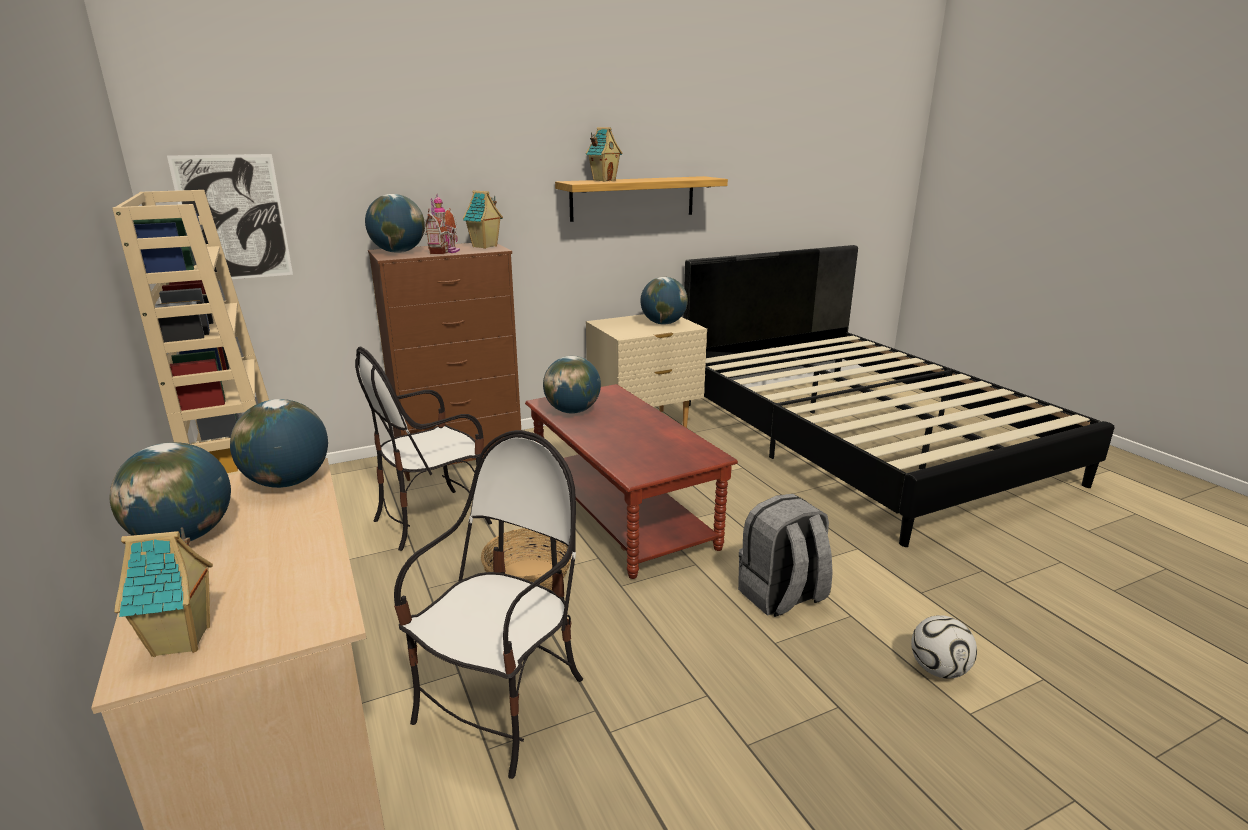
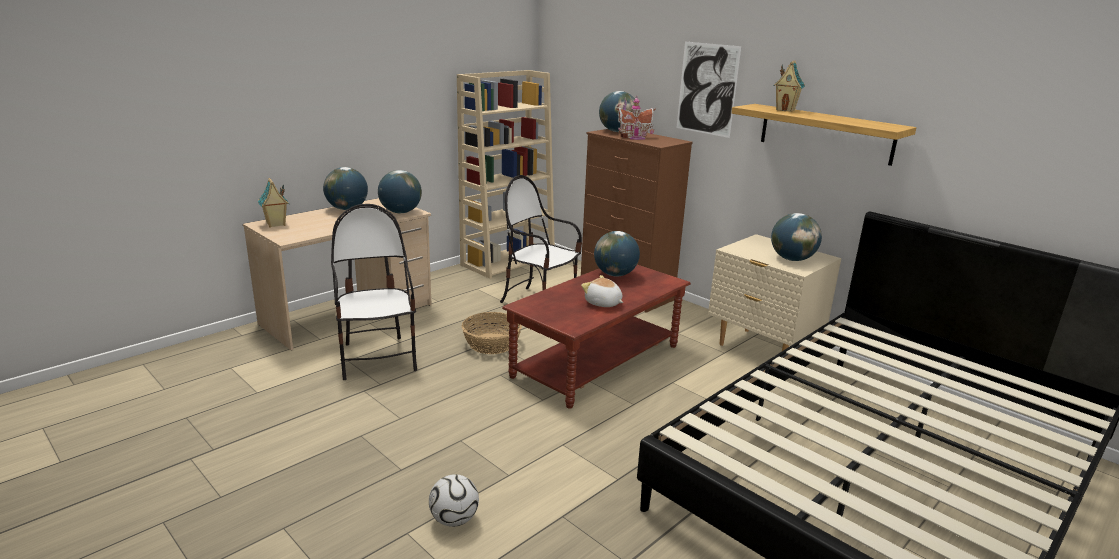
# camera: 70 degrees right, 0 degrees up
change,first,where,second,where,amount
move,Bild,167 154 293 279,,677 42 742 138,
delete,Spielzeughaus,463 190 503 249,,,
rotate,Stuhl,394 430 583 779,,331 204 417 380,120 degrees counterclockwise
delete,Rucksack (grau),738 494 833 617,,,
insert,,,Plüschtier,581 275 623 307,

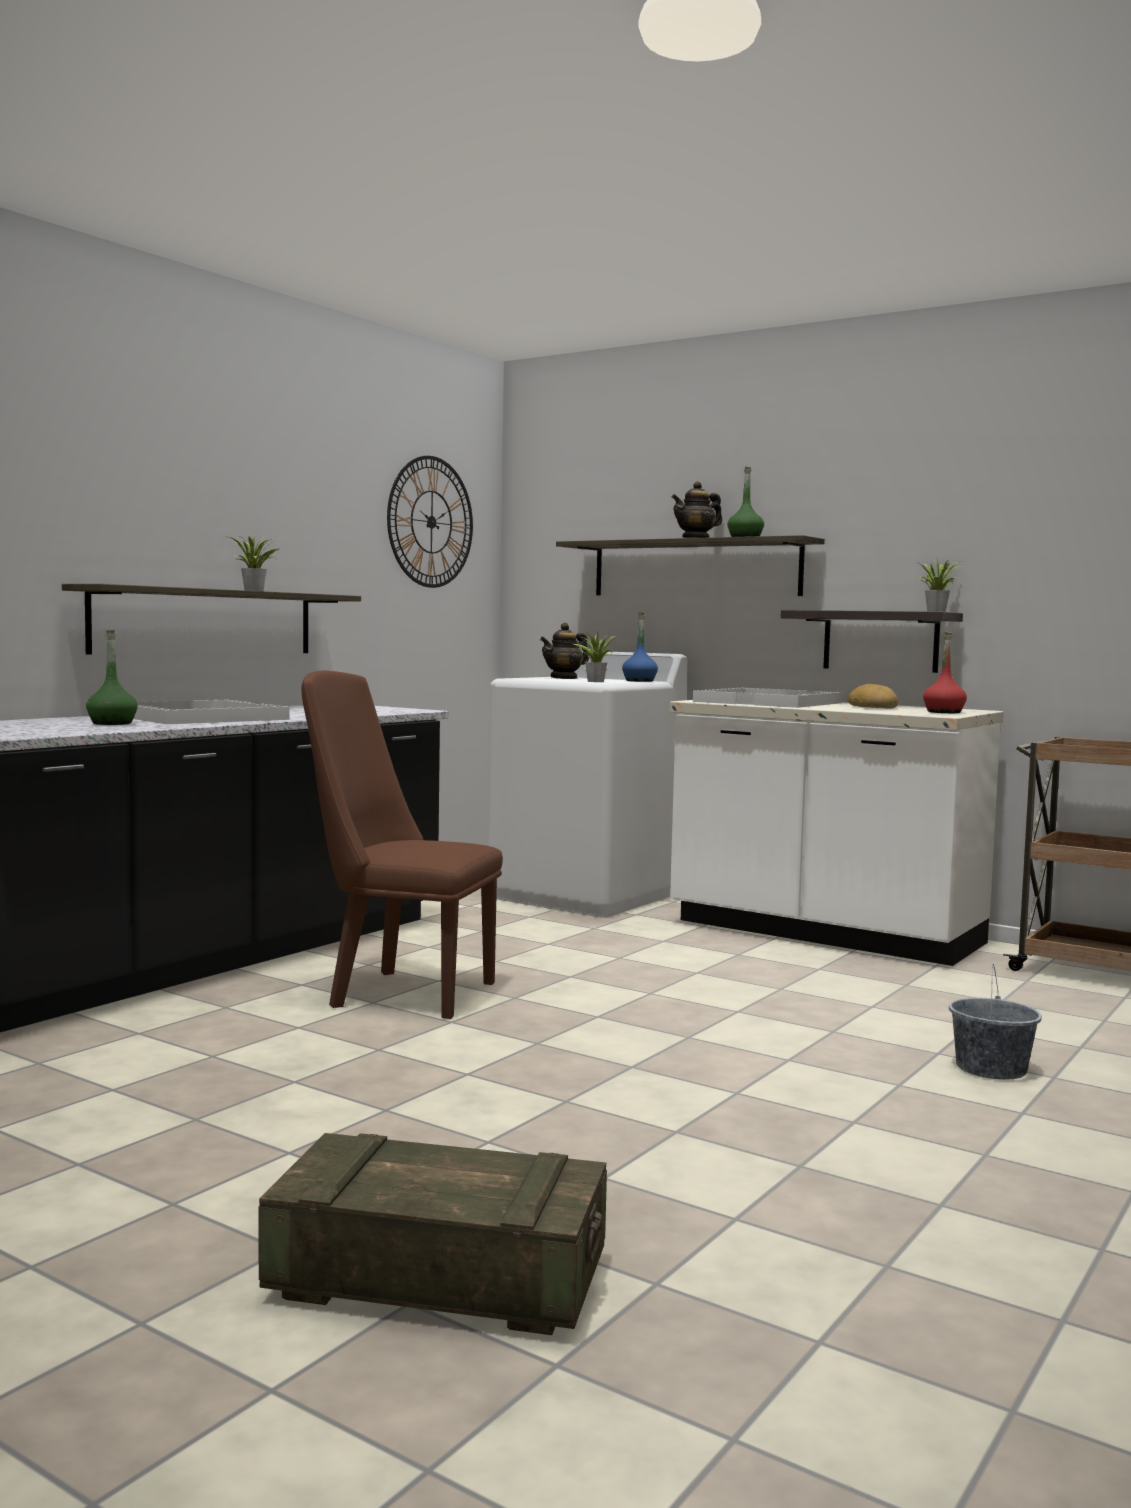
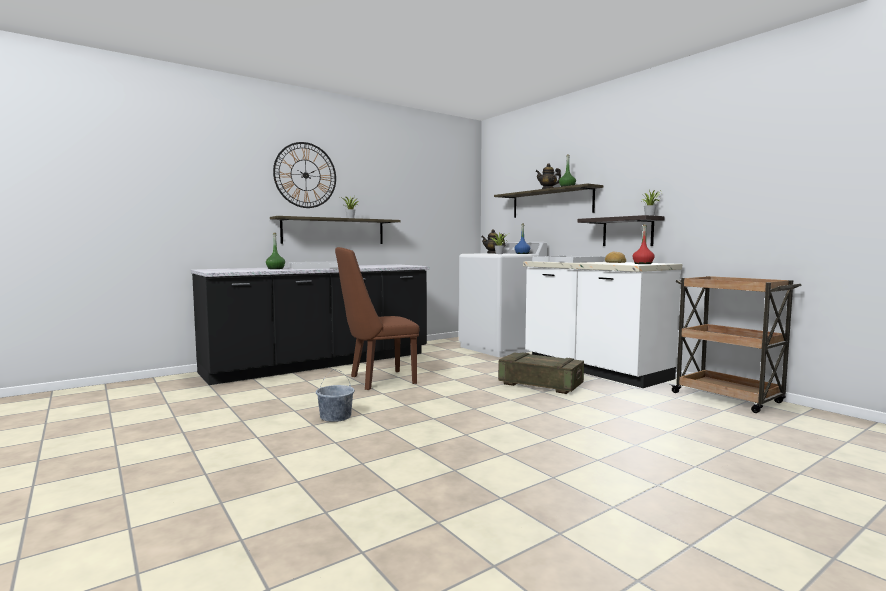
# camera: 20 degrees right, 0 degrees up
change,first,where,second,where,amount
move,Wanduhr,387 456 473 588,,273 142 336 208,
rotate,Stuhl (braun),301 671 503 1019,,335 247 419 390,60 degrees counterclockwise
move,Eimer (grau),949 964 1042 1080,,316 369 355 422,
move,Kiste,258 1133 607 1335,,498 352 584 394,

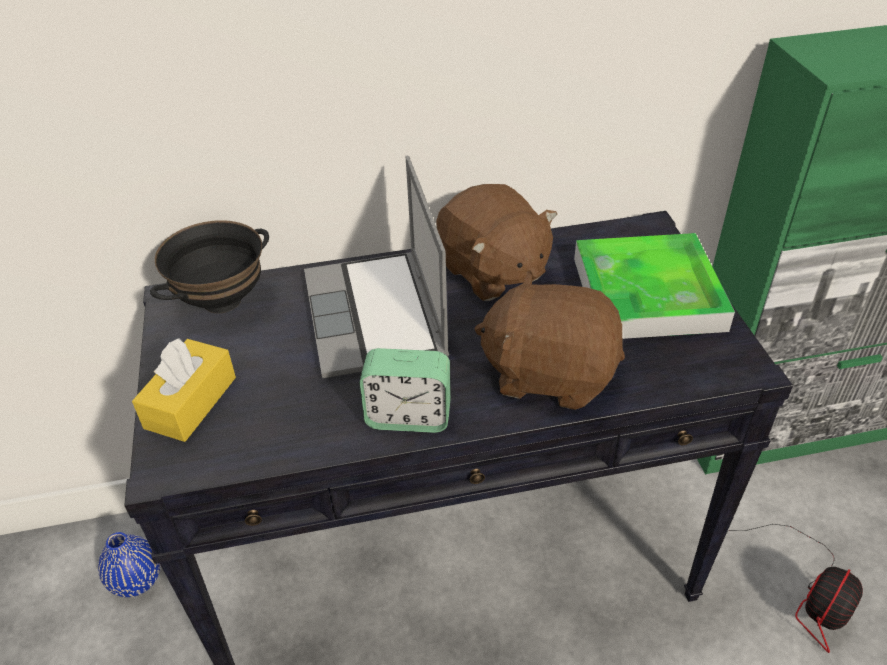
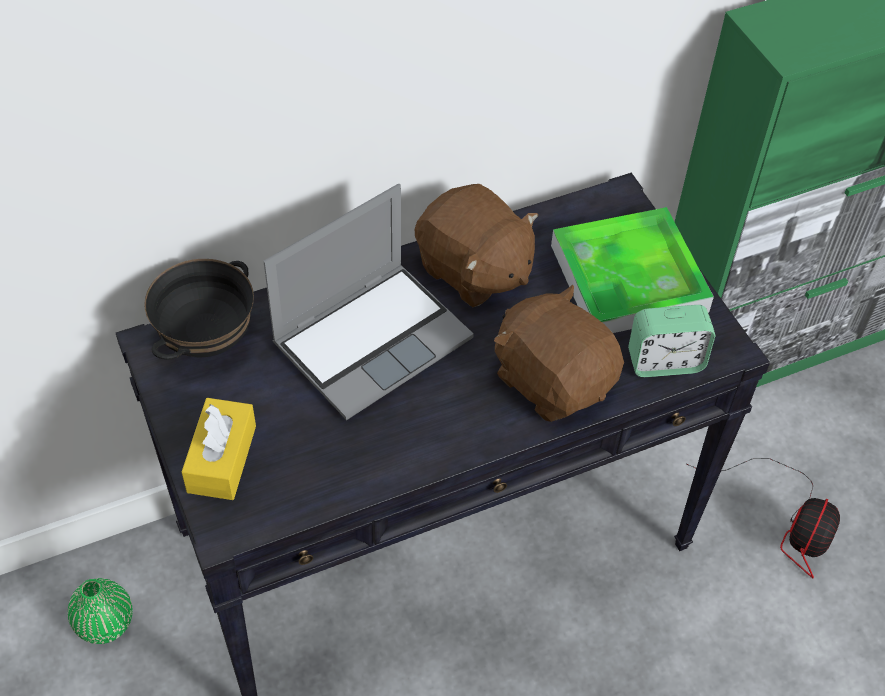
# camera: 15 degrees left, 10 degrees up
change,first,where,second,where,amount
rotate,Laptop,304 156 449 378,,264 184 474 420,105 degrees counterclockwise
rotate,Plüschtier (braun),474 271 625 410,,494 285 624 422,45 degrees clockwise
move,Wecker,360 348 451 433,,628 305 715 377,
recolor,Vase (blau),98 532 160 597,Vase (grün),68 578 133 644,

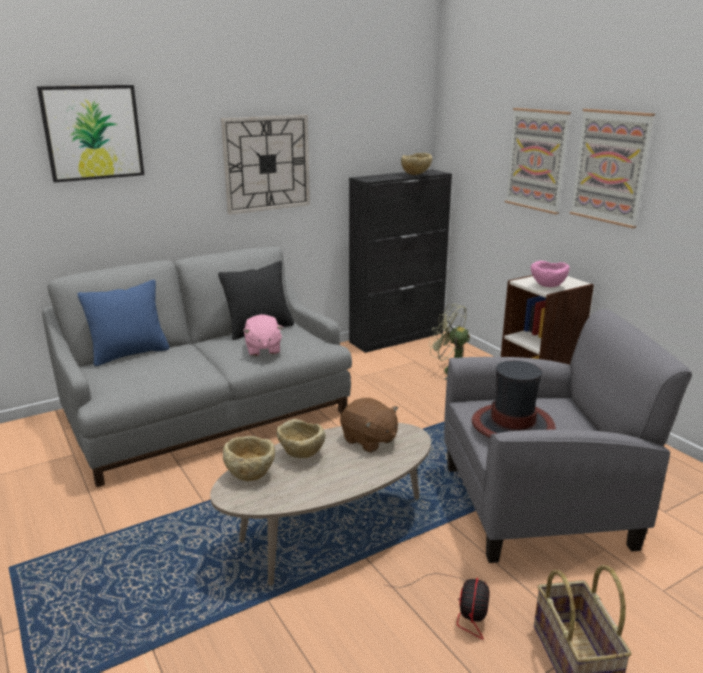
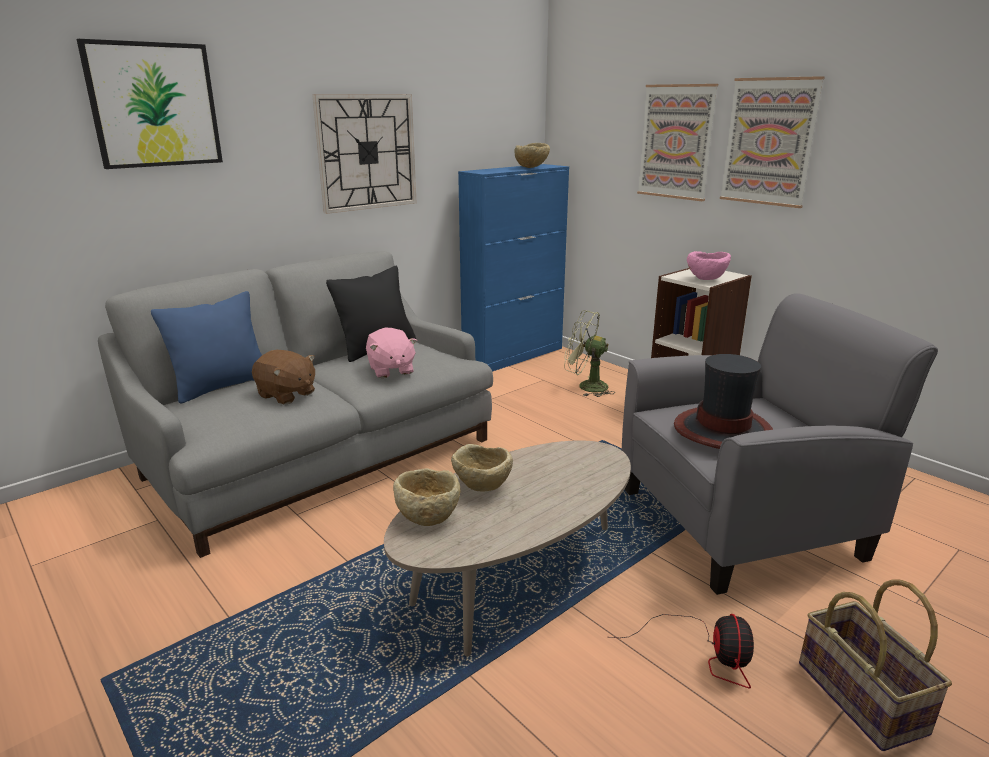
# camera: 10 degrees left, 0 degrees up
change,first,where,second,where,amount
recolor,Schrank (schwarz),349 169 452 353,Schrank (blau),458 164 569 372,
move,Plüschtier (braun),340 398 398 453,,252 350 315 404,

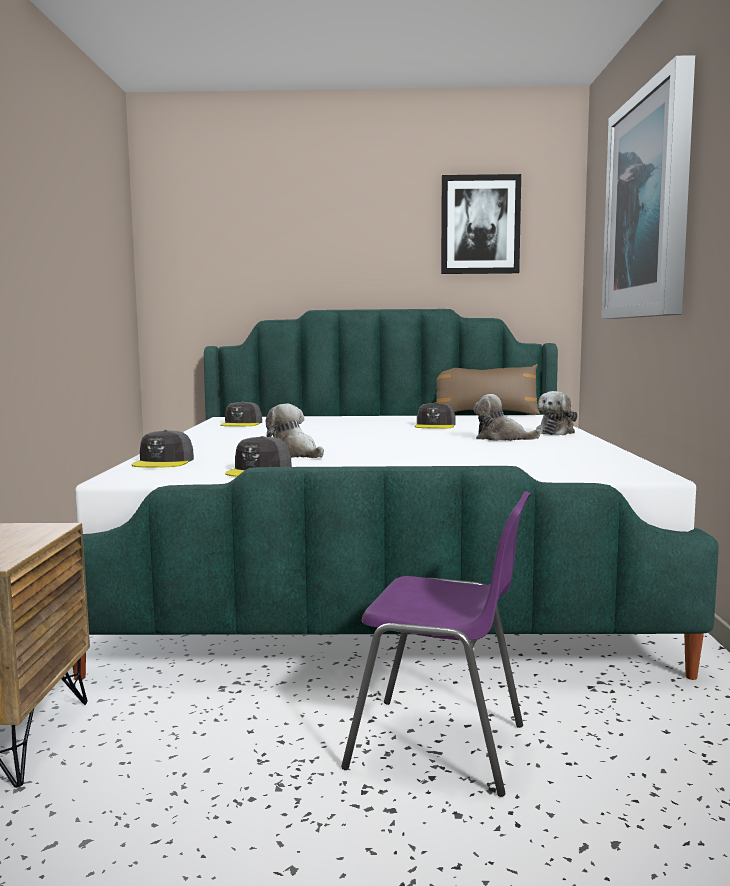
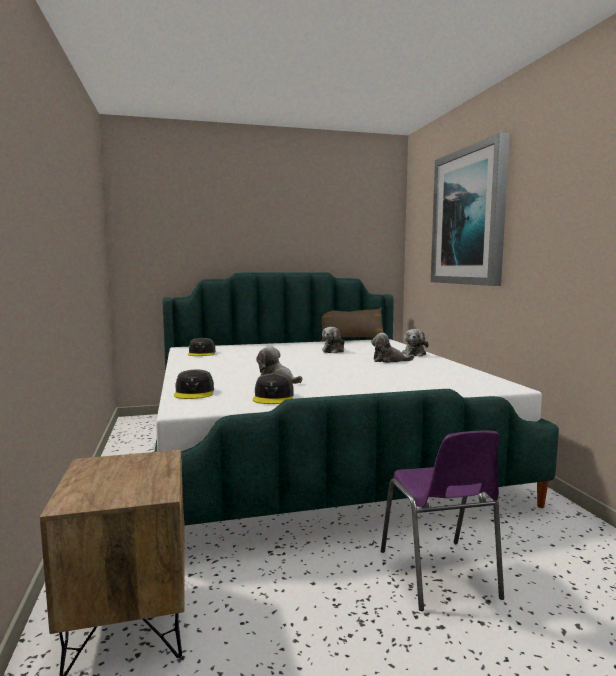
# camera: 15 degrees left, 0 degrees up
change,first,where,second,where,amount
delete,Bild,441 174 521 274,,,
replace,Kappe (grau),415 402 455 429,Plüschtier,322 327 345 354,
rotate,Stuhl (lila),341 491 531 797,,381 430 504 611,75 degrees clockwise

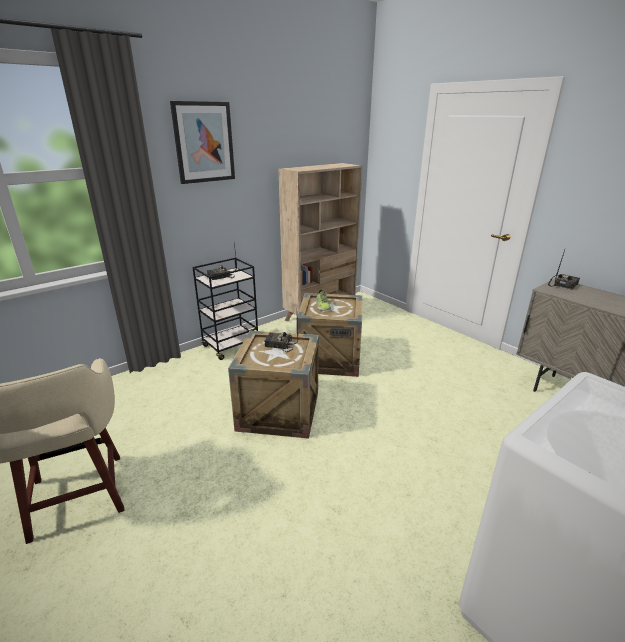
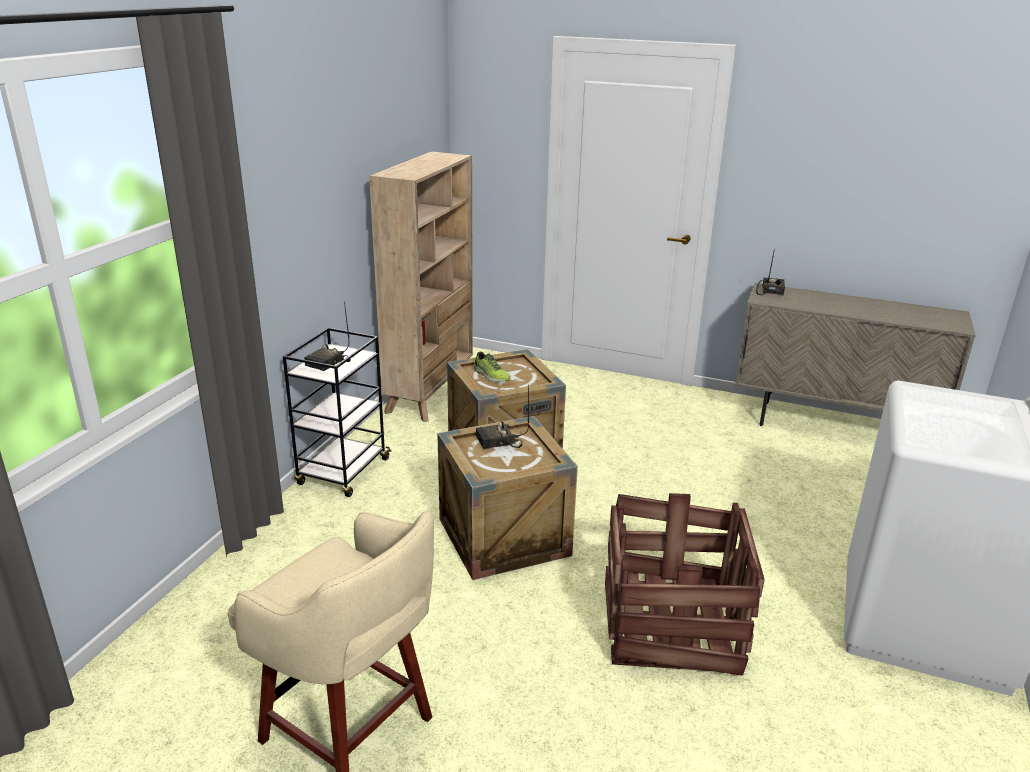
# camera: 30 degrees left, 0 degrees up
change,first,where,second,where,amount
delete,Bild,170 101 235 184,,,
insert,,,Kiste,605 493 765 676,

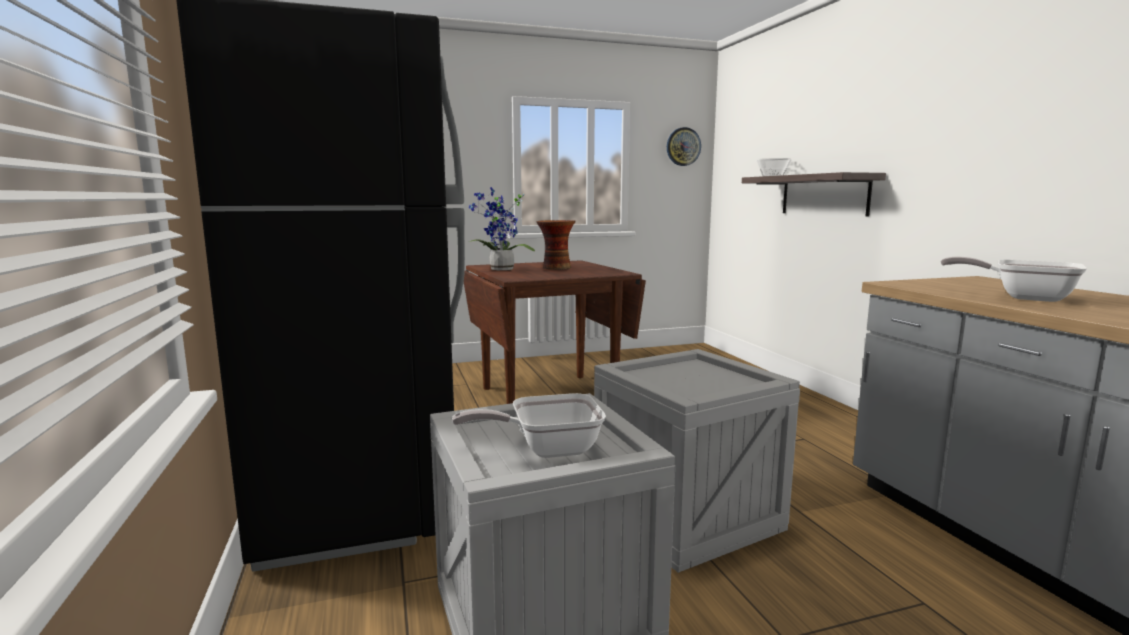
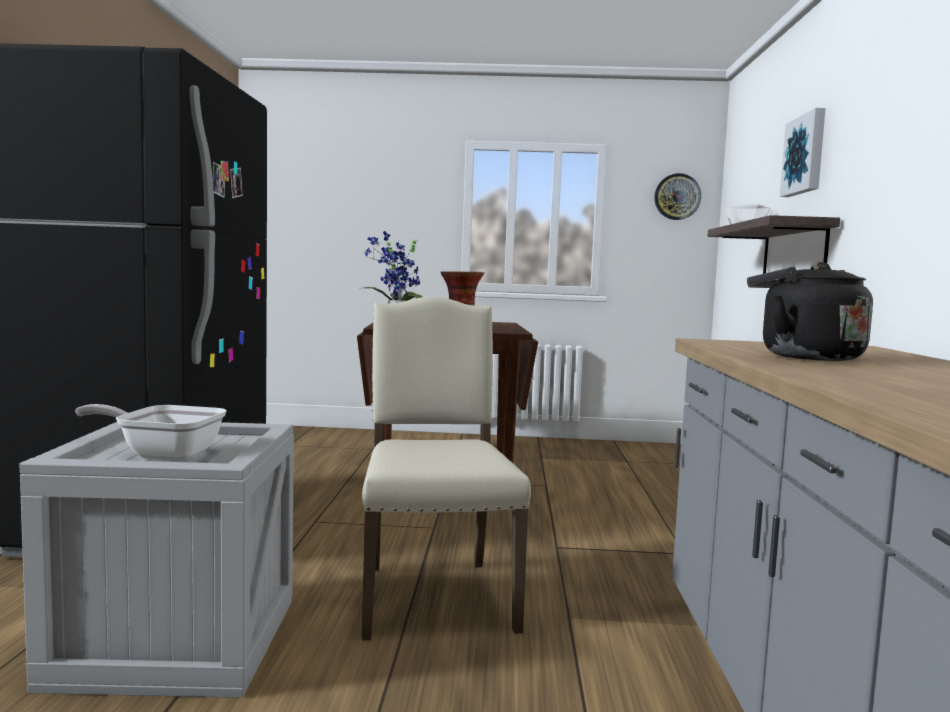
# camera: 20 degrees right, 5 degrees down
change,first,where,second,where,amount
replace,Pfanne,941 256 1087 302,Wasserkessel (schwarz),747 262 873 361,
replace,Kiste,594 349 800 573,Stuhl (beige),362 296 531 641,
insert,,,Bild,780 108 826 197,

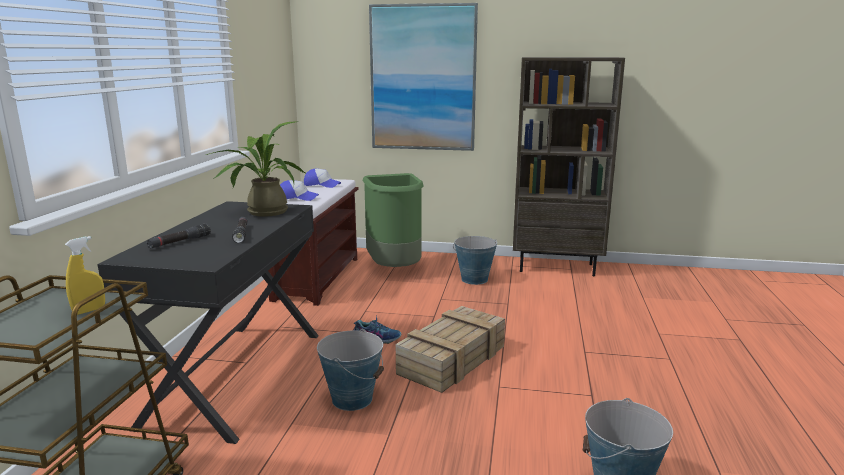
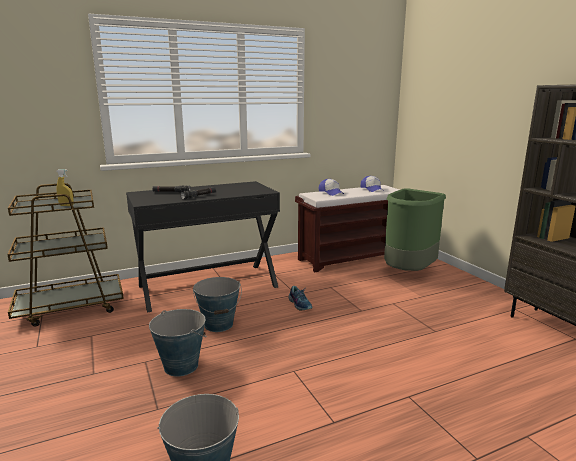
# camera: 55 degrees right, 0 degrees up
change,first,where,second,where,amount
delete,Bild,369 3 478 151,,,
delete,Topfpflanze,206 121 307 217,,,
move,Eimer,453 236 497 285,,149 309 207 377,
delete,Kiste,396 306 505 393,,,

